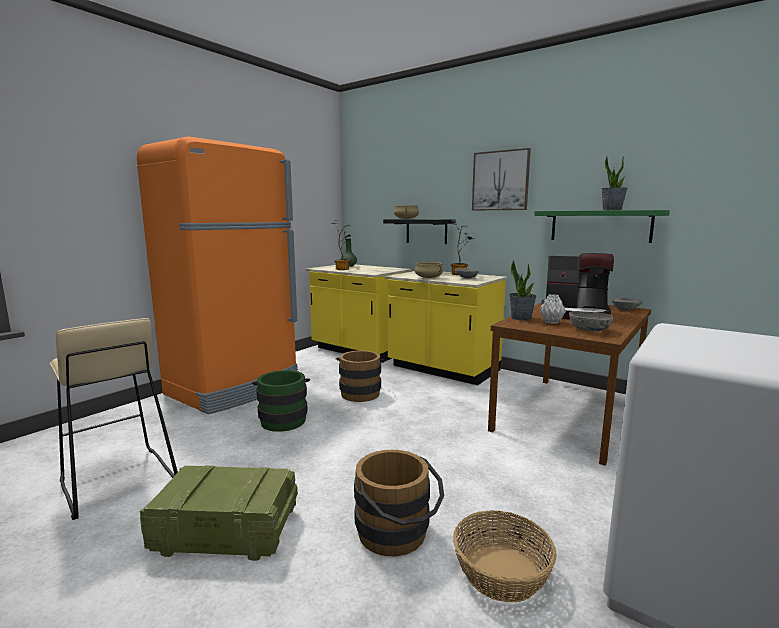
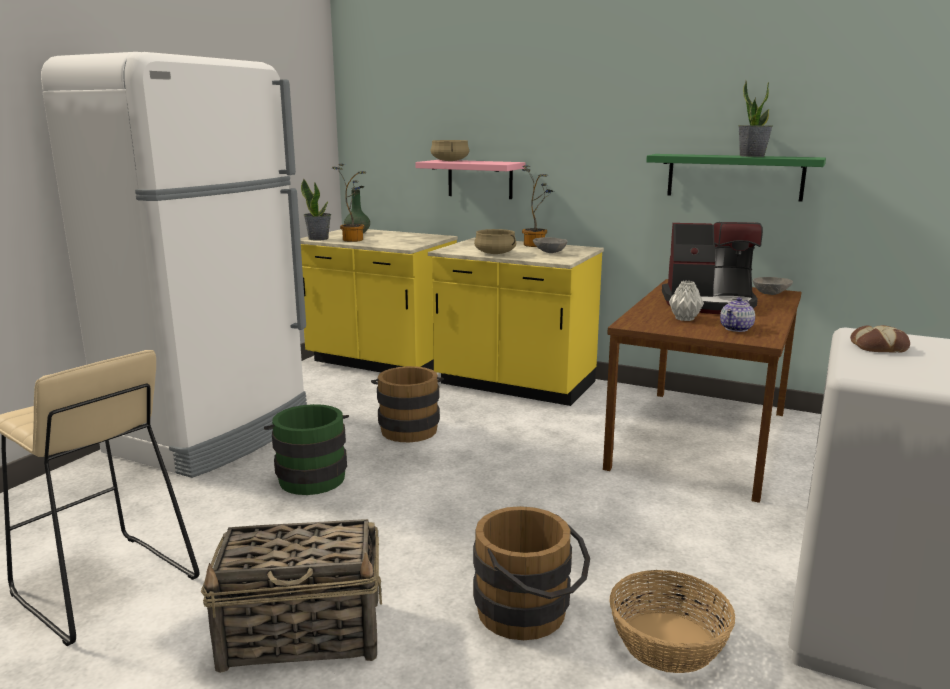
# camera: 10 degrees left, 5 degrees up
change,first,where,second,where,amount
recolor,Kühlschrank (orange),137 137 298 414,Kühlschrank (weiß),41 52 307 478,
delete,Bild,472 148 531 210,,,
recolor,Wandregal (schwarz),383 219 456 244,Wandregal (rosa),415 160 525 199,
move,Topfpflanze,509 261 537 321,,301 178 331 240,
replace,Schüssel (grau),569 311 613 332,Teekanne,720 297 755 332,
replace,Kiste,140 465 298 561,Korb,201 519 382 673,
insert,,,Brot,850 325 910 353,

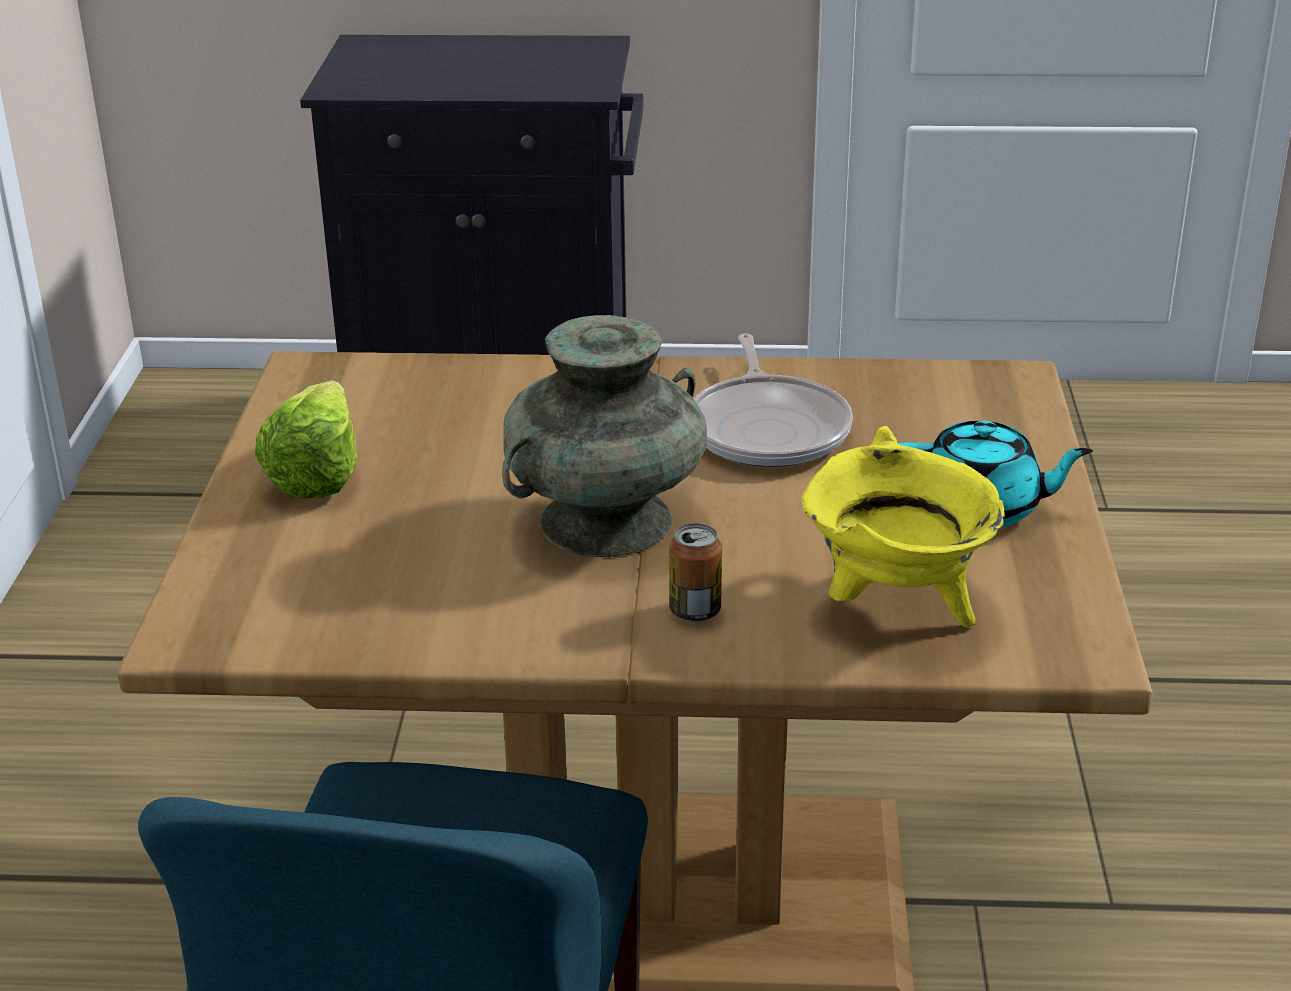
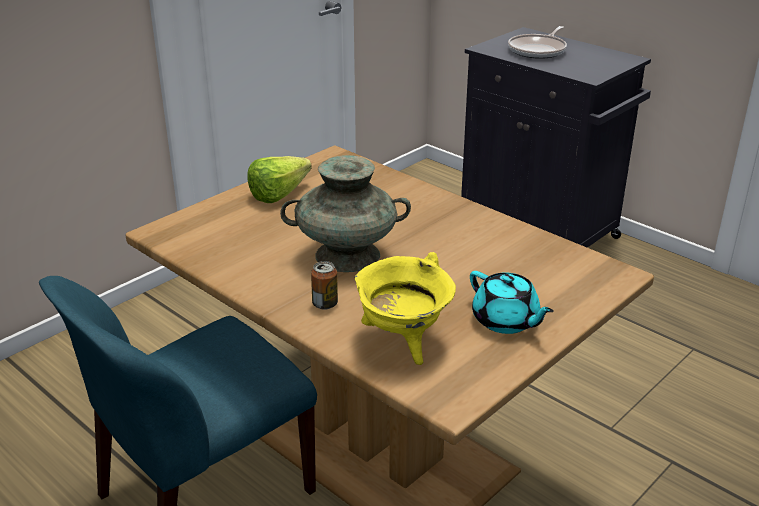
# camera: 40 degrees right, 0 degrees up
change,first,where,second,where,amount
move,Pfanne,694 333 853 467,,508 26 567 59,

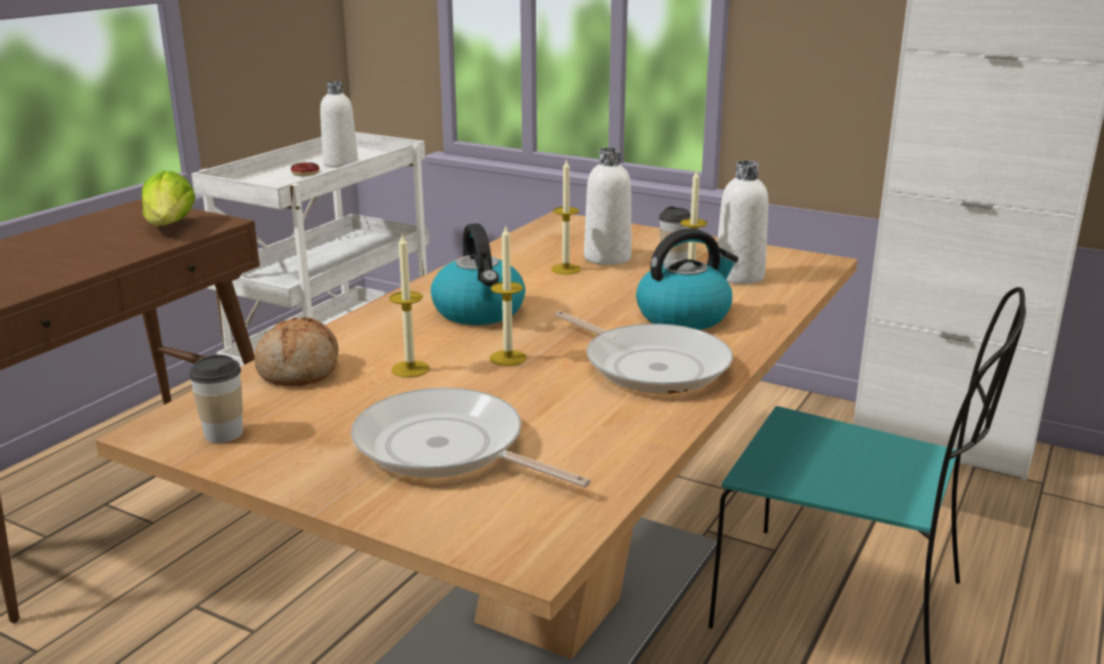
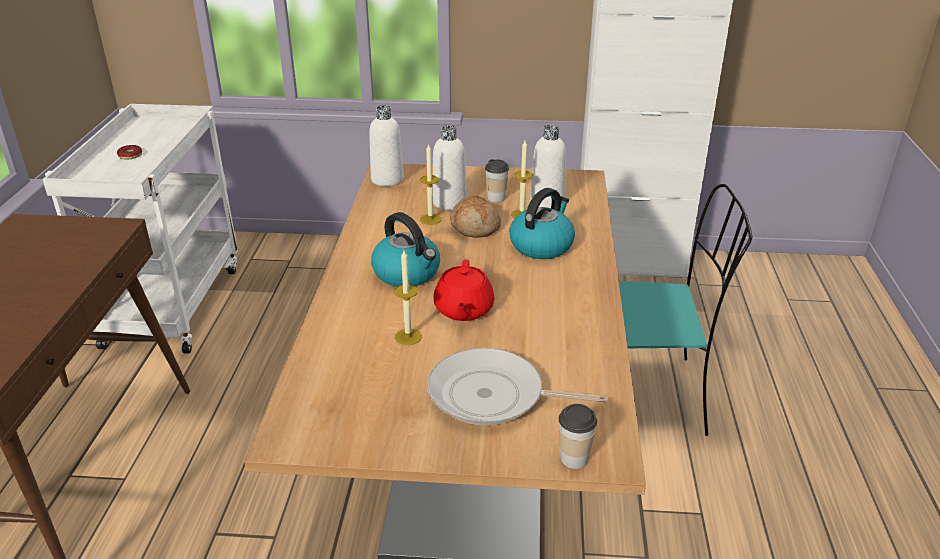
# camera: 25 degrees left, 10 degrees up
change,first,where,second,where,amount
move,Flasche (weiß),320 81 358 168,,369 105 404 186,
delete,Salatkopf,141 171 196 226,,,
replace,Kerze,490 224 527 366,Teekanne (rot),433 259 495 321,
delete,Pfanne,555 311 733 394,,,
move,Brot,254 317 338 386,,450 196 501 238,
move,Tasse,189 355 243 443,,558 404 597 469,

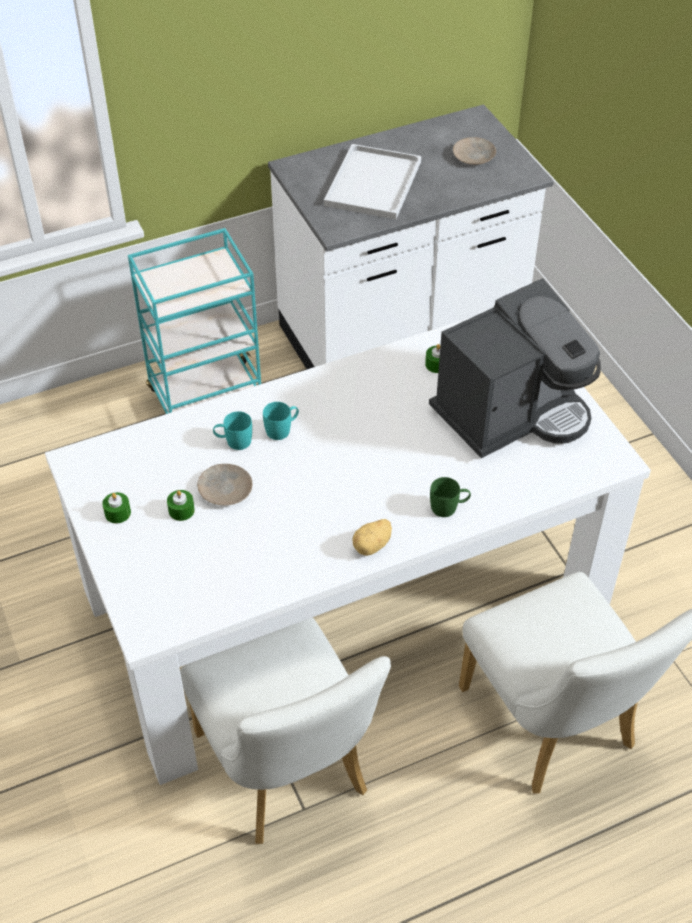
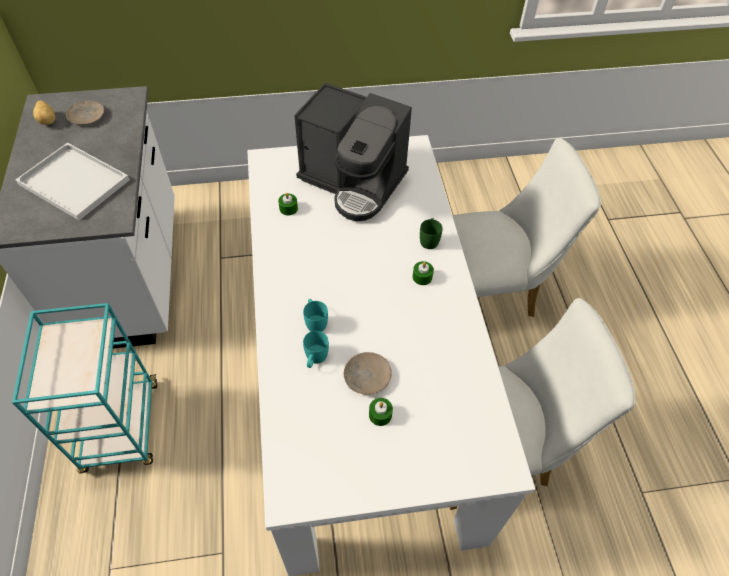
# camera: 75 degrees left, 5 degrees up
change,first,where,second,where,amount
rotate,Kaffeemaschine,429 278 601 458,,294 83 412 221,135 degrees clockwise
move,Kerze (grün),102 492 131 523,,412 261 434 285,
move,Kartoffel,352 519 392 556,,33 101 55 125,

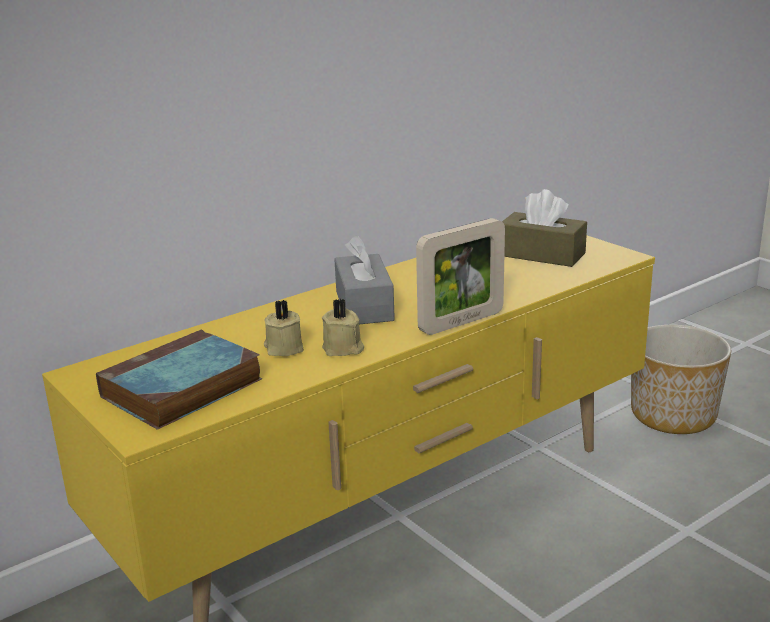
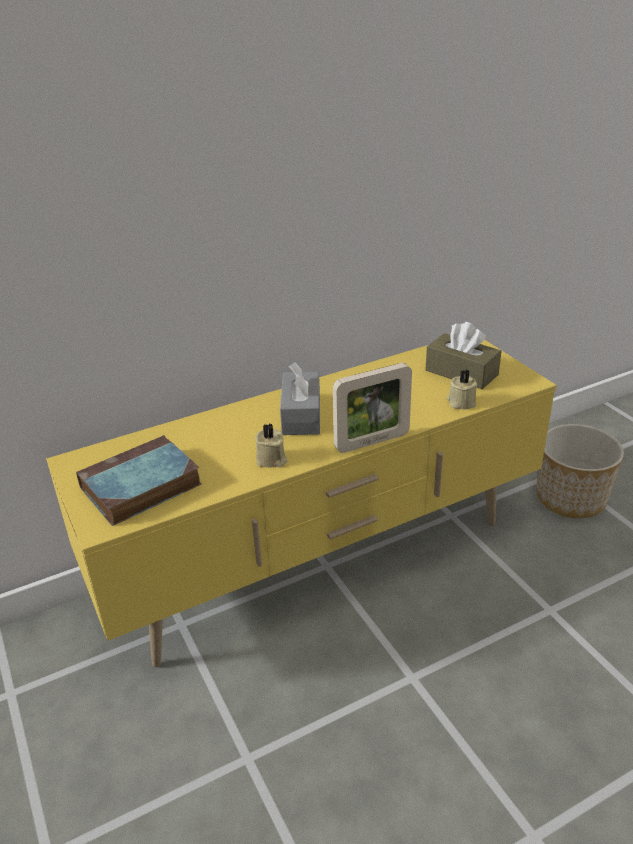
# camera: 10 degrees right, 10 degrees up
change,first,where,second,where,amount
move,Kerze (beige),264 300 304 356,,447 370 477 409,

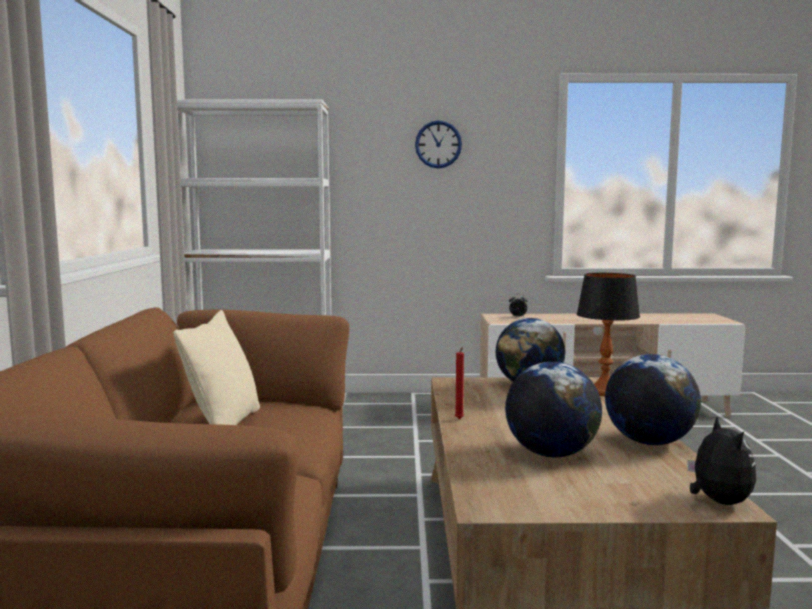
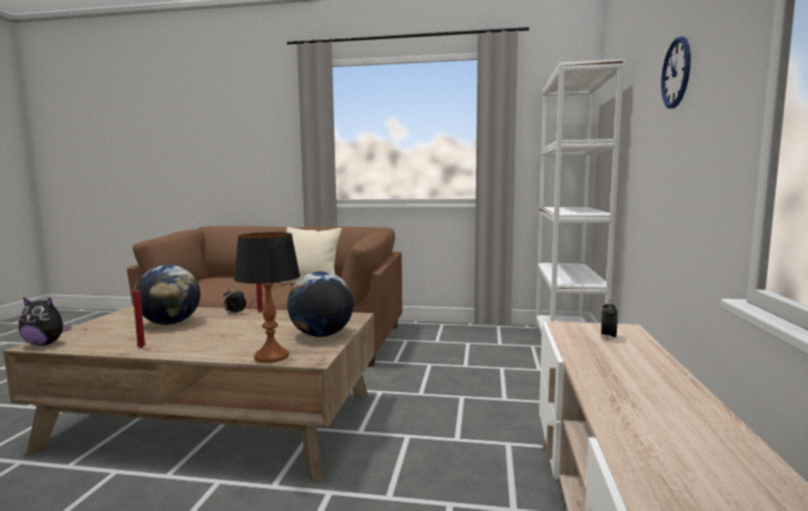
# camera: 100 degrees right, 0 degrees up
change,first,where,second,where,amount
replace,Globus,605 354 701 445,Kerze (rot),133 284 146 348,
insert,,,Wecker,223 287 246 314,

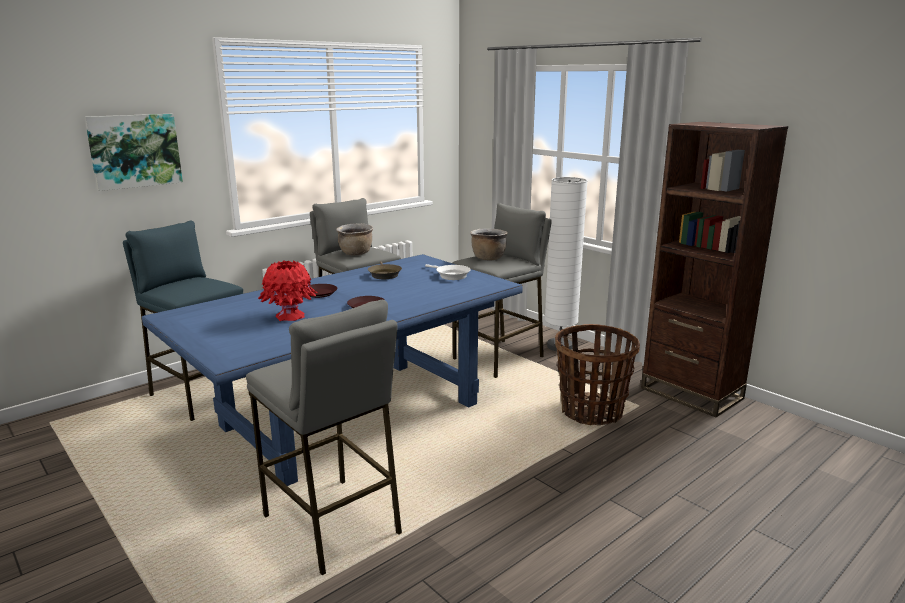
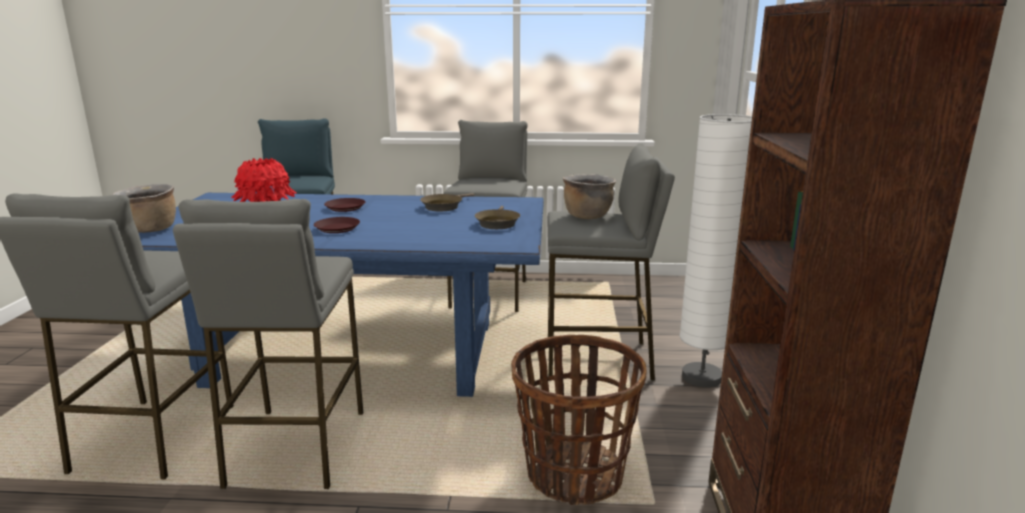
# camera: 45 degrees right, 0 degrees up
change,first,where,second,where,amount
delete,Bild,84 114 183 191,,,
move,Kochtopf (braun),336 223 374 255,,112 184 176 233,
recolor,Pfanne (weiß),425 264 471 280,Pfanne (braun),475 206 520 229,
insert,,,Hocker (grau),173 199 363 489,

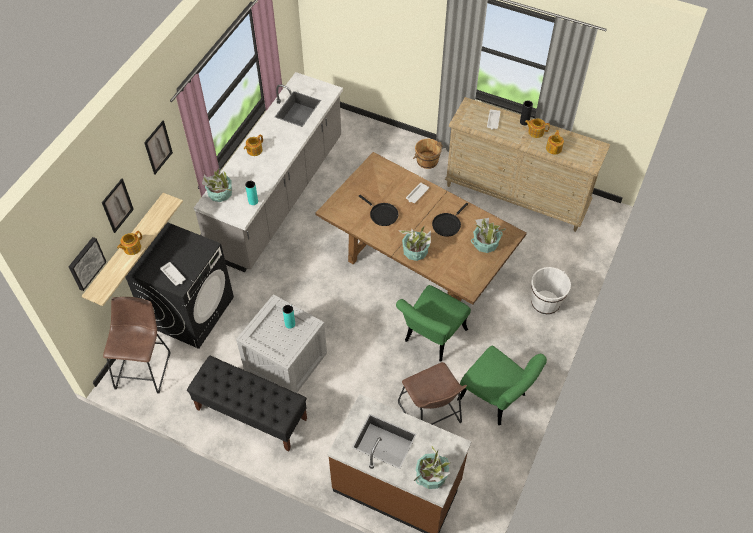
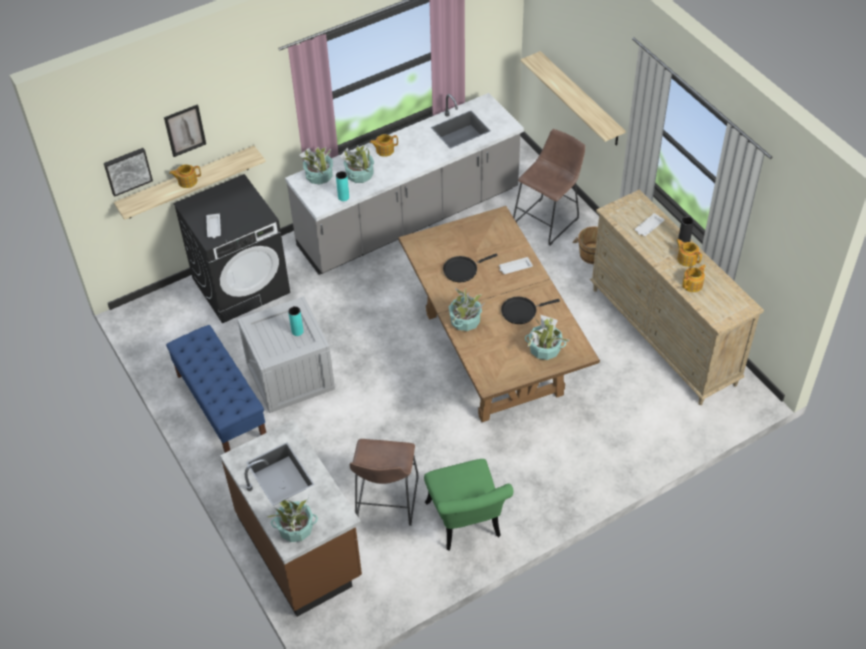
# camera: 35 degrees right, 5 degrees down
change,first,where,second,where,amount
delete,Bild,144 121 173 174,,,
rotate,Pfanne (schwarz),359 195 399 226,,443 254 498 282,75 degrees clockwise
delete,Eimer (weiß),531 267 571 315,,,
delete,Stuhl (grün),396 285 471 361,,,
move,Hocker (braun),103 297 171 394,,513 129 585 246,
recolor,Bank (schwarz),187 355 307 451,Bank (blau),166 325 266 453,
insert,,,Wandregal,521 51 626 146,
insert,,,Topfpflanze,340 145 374 183,

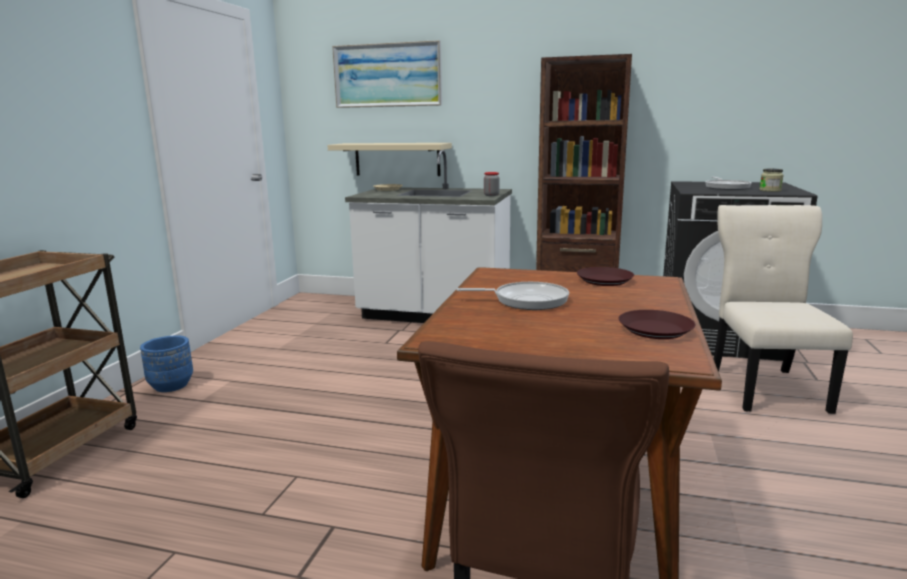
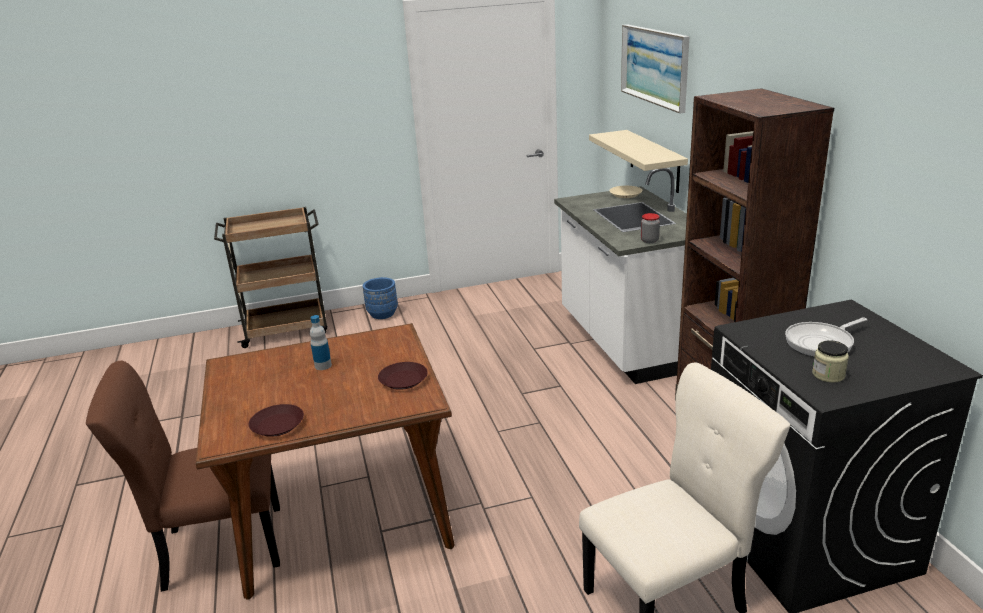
# camera: 60 degrees right, 10 degrees up
change,first,where,second,where,amount
replace,Pfanne,456 282 569 310,Flasche,310 315 332 370,

